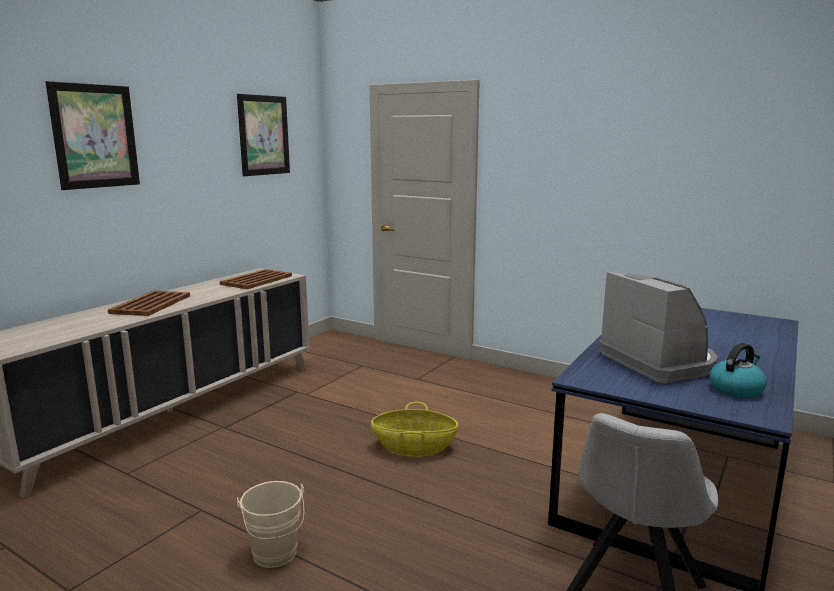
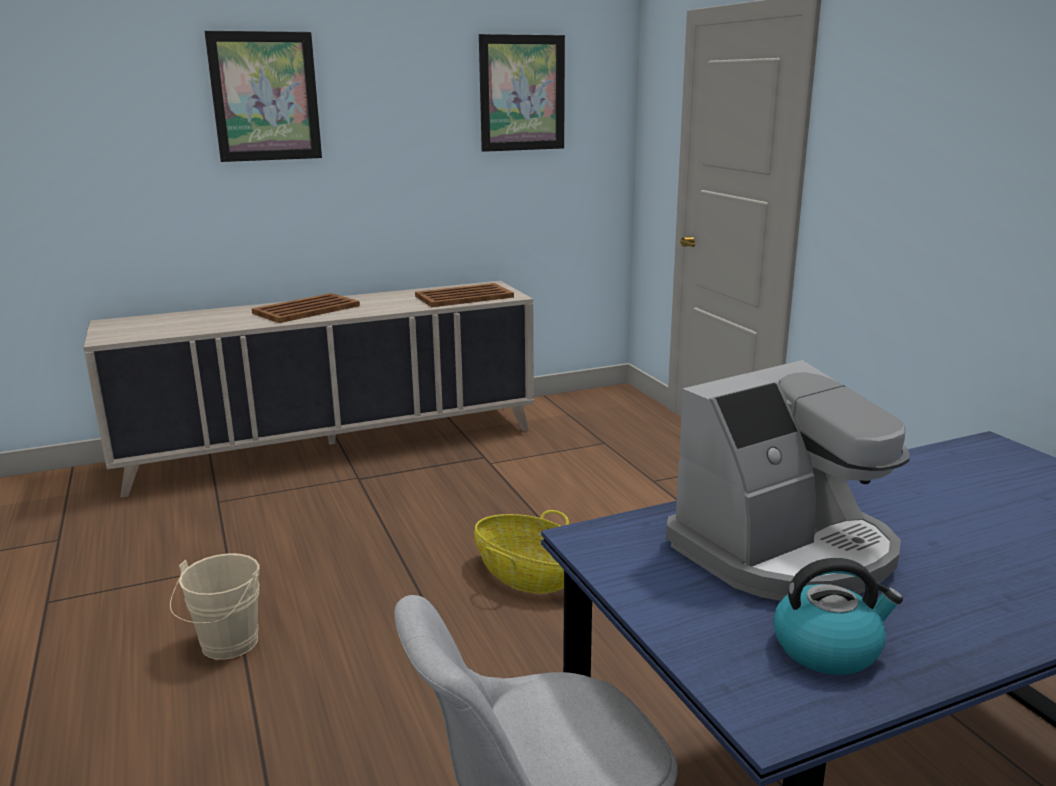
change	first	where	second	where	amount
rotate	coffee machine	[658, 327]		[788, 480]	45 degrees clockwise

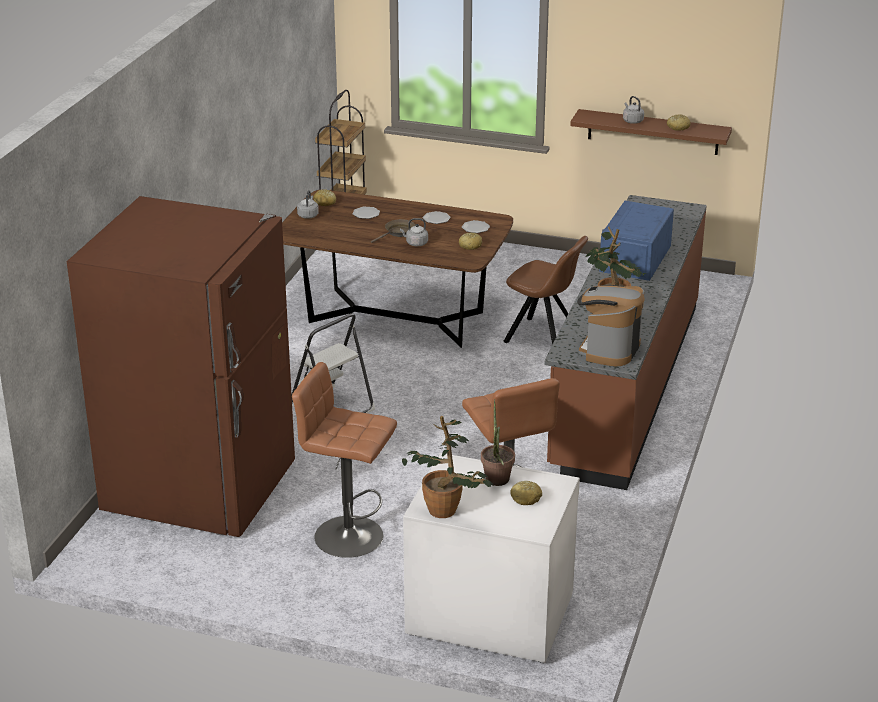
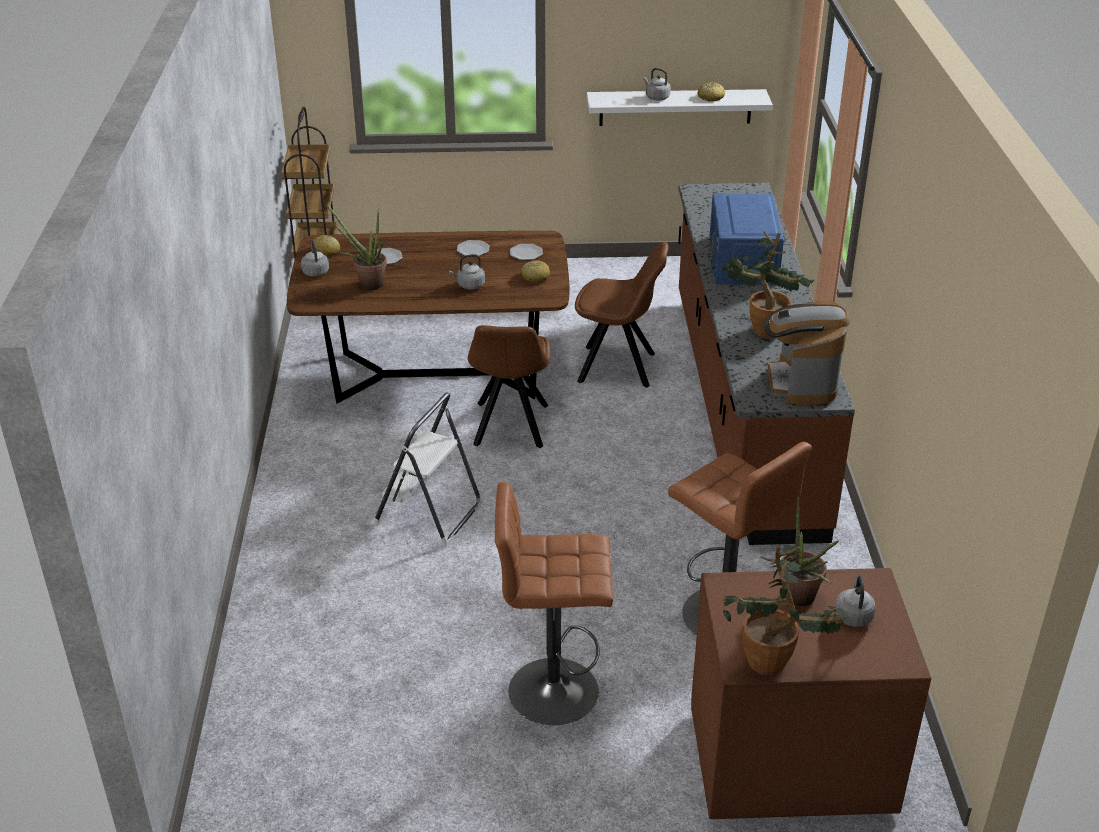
change	first	where	second	where	amount
delete	brown fridge	[181, 366]			
delete	brown frying pan	[393, 231]			
recolor	white washing machine	[491, 558]	brown washing machine	[811, 693]	
replace	bread	[526, 493]	grey kettle	[855, 601]	
recolor	brown shelf	[651, 132]	white shelf	[680, 107]	
insert			potted plant	[356, 247]	
insert			brown chair	[509, 386]	

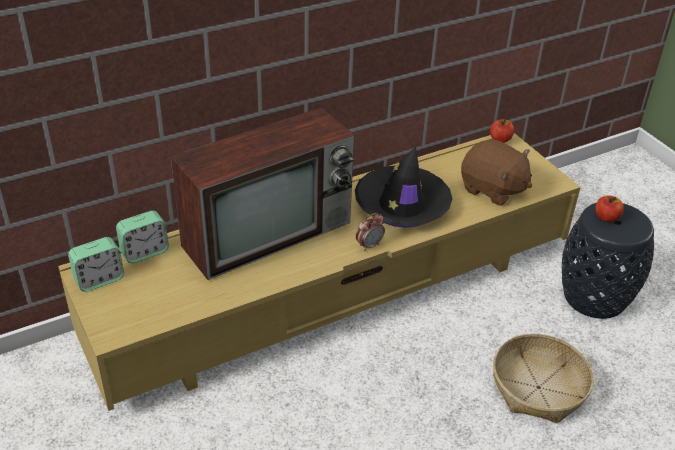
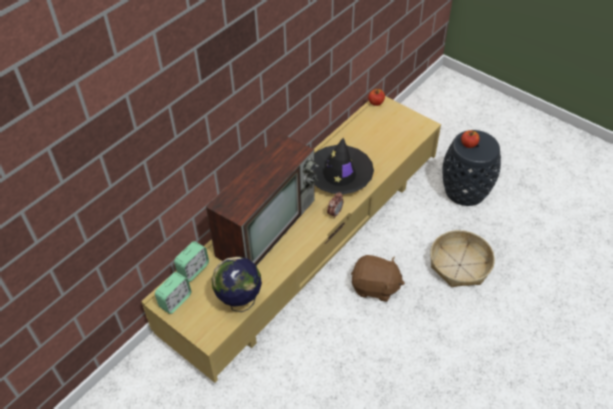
change	first	where	second	where	amount
move	brown plush toy	[496, 172]		[378, 278]	
insert			globe	[237, 284]	

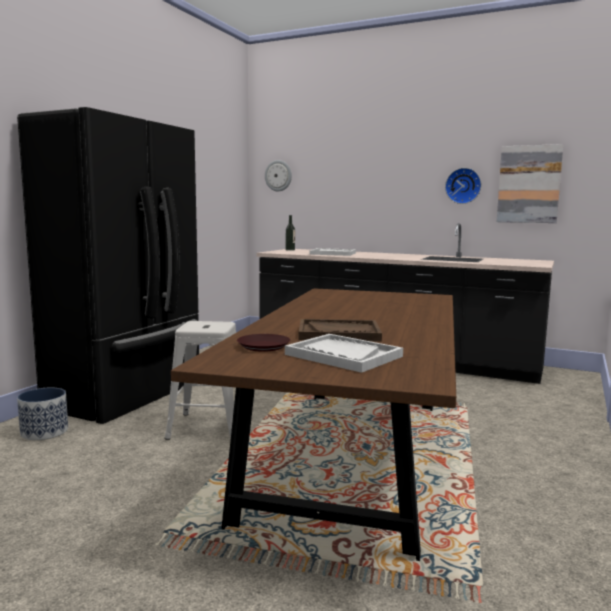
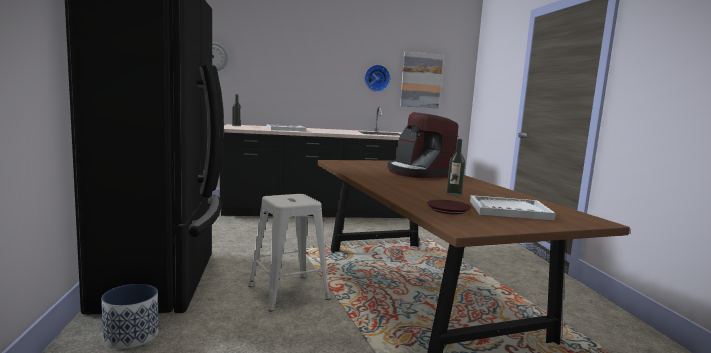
change	first	where	second	where	amount
replace	brown tray	[340, 330]	bottle	[456, 167]	
insert			coffee machine	[422, 145]	

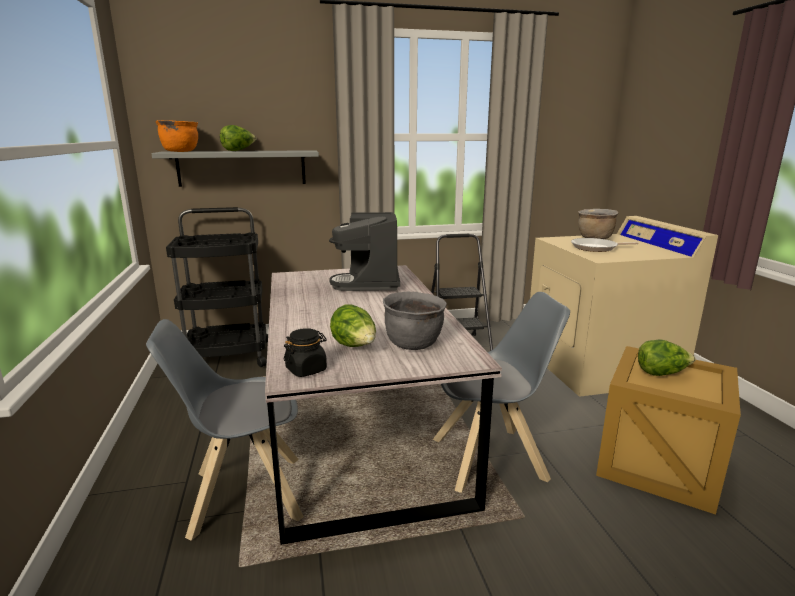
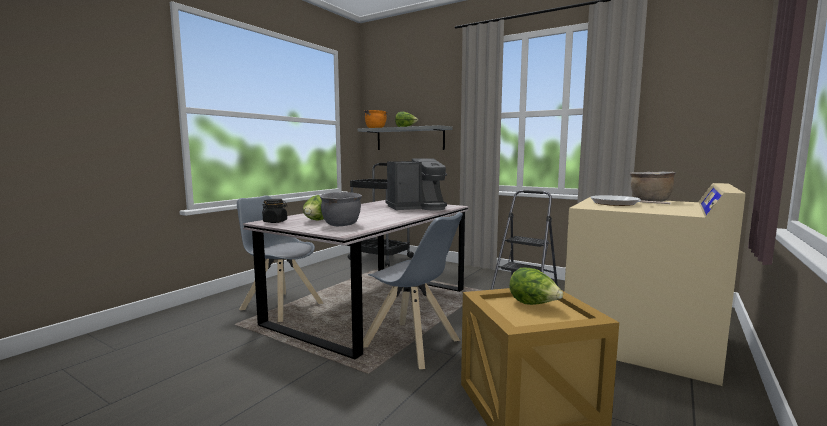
change	first	where	second	where	amount
rotate	coffee machine	[364, 251]		[416, 184]	150 degrees counterclockwise

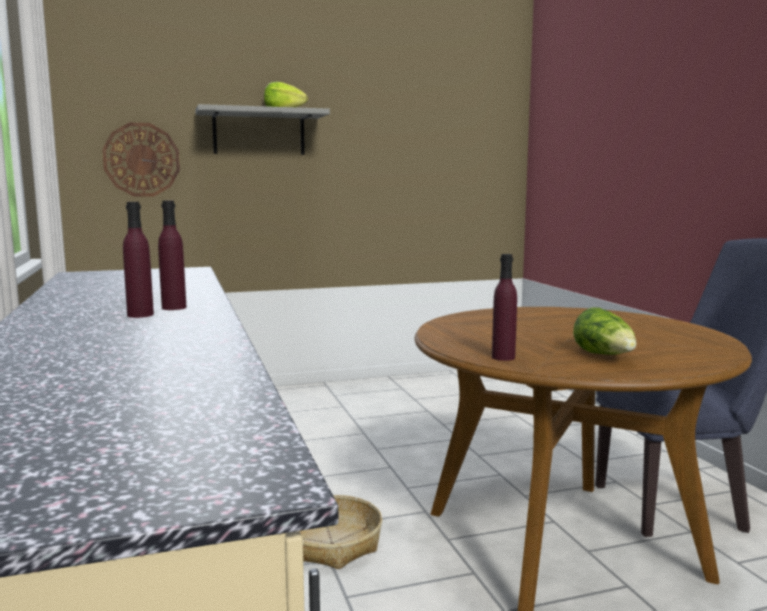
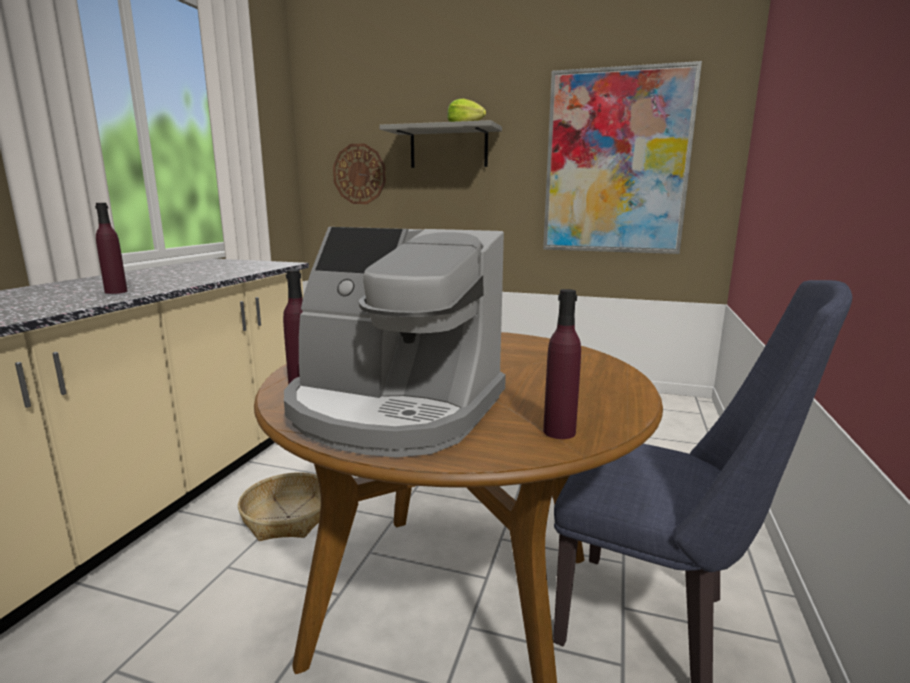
change	first	where	second	where	amount
move	purple bottle	[138, 260]		[562, 364]	
replace	lettuce	[605, 331]	coffee machine	[395, 342]	
insert			picture	[622, 157]	

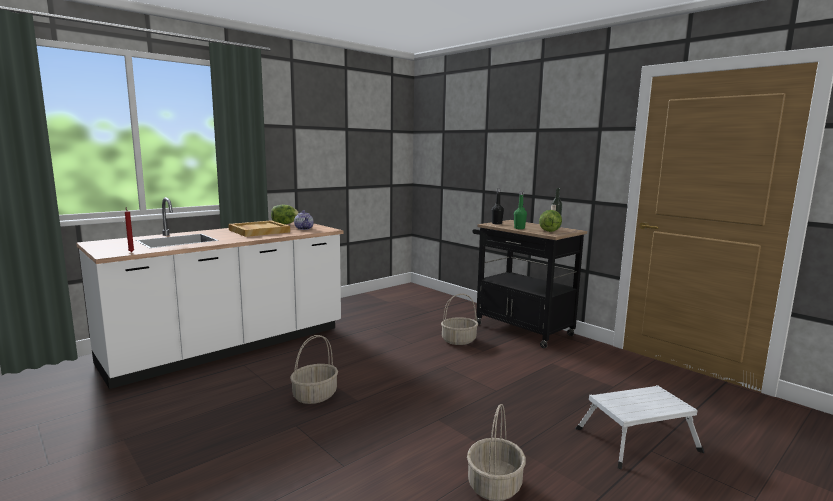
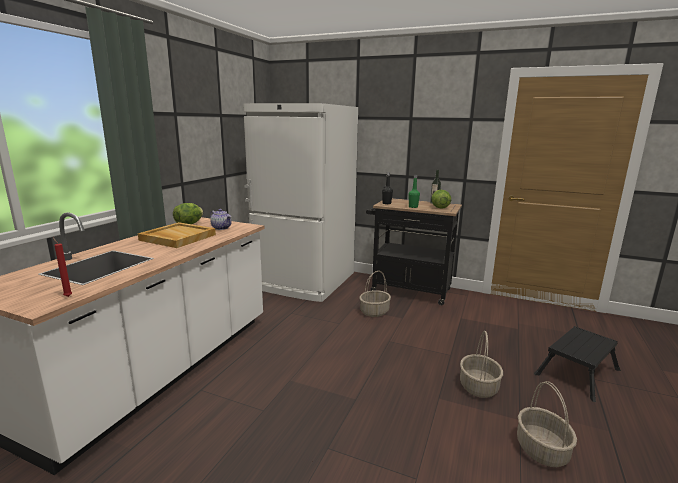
change	first	where	second	where	amount
move	basket	[314, 369]		[481, 364]	
recolor	white step ladder	[639, 427]	black step ladder	[577, 364]	
insert			white fridge	[300, 202]	

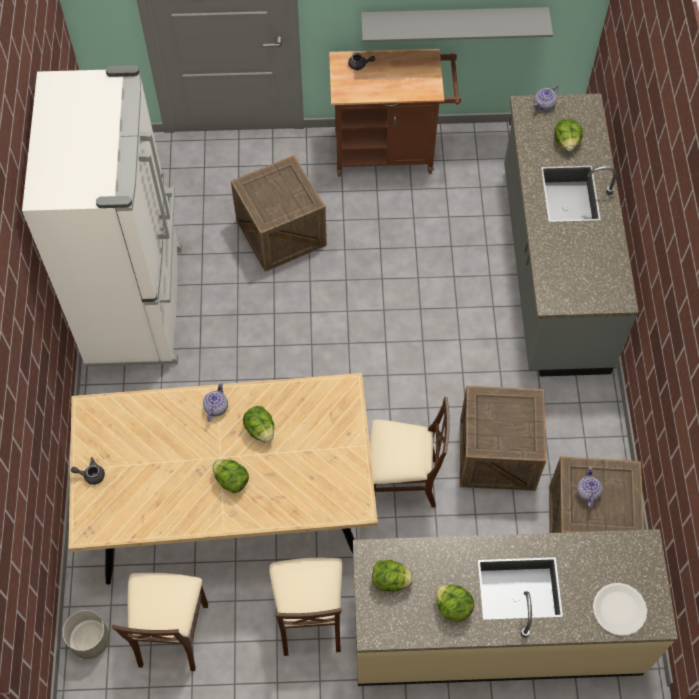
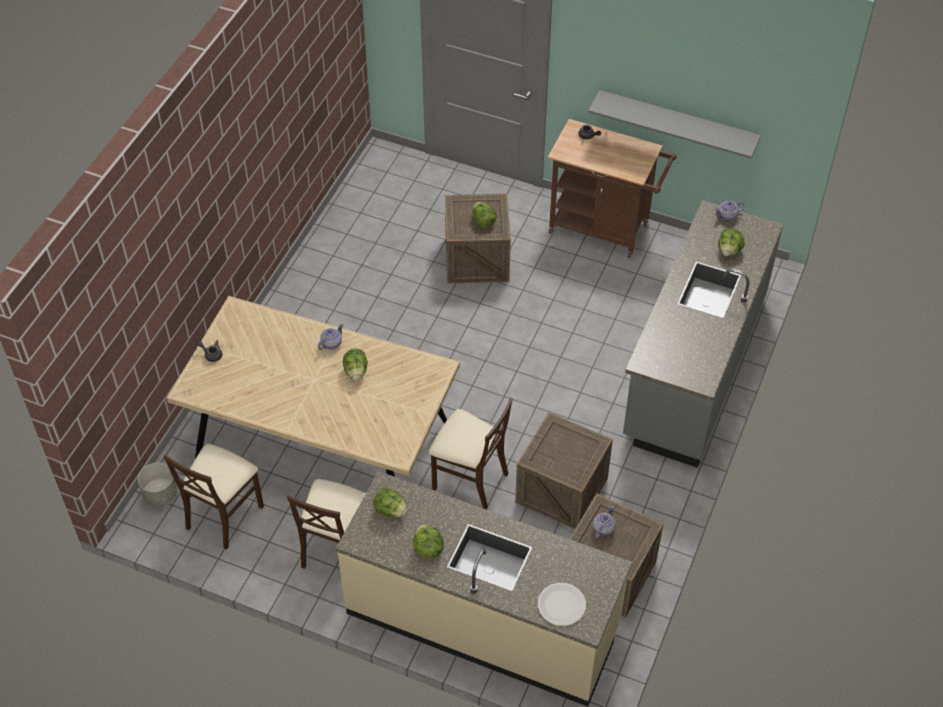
change	first	where	second	where	amount
delete	white fridge	[102, 216]			
move	lettuce	[230, 476]		[484, 215]	

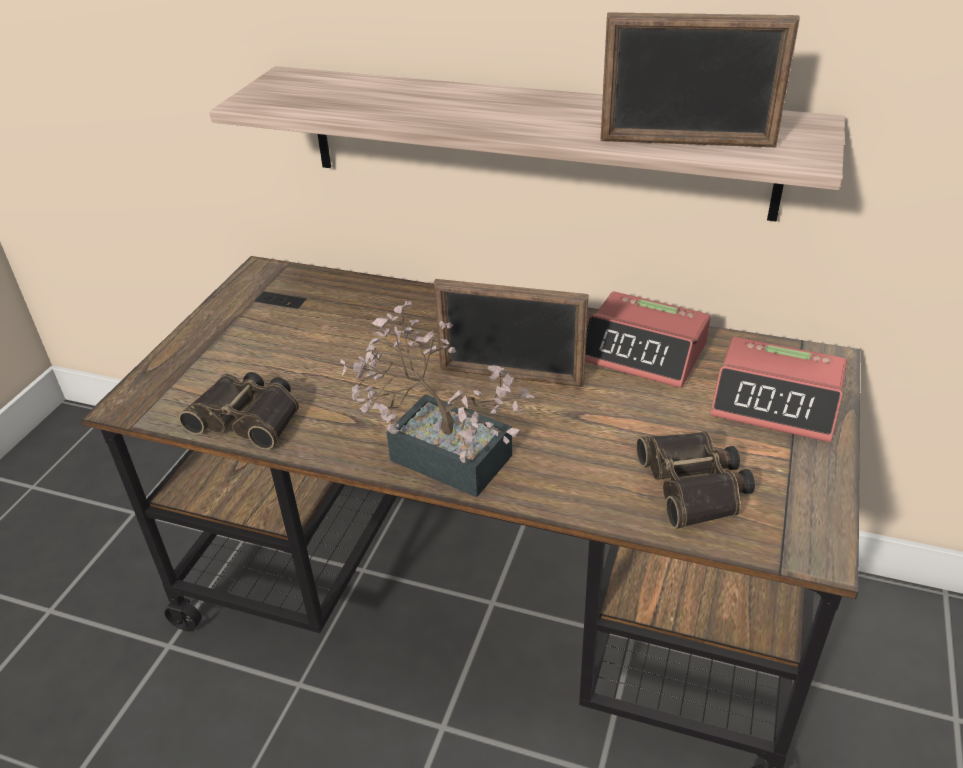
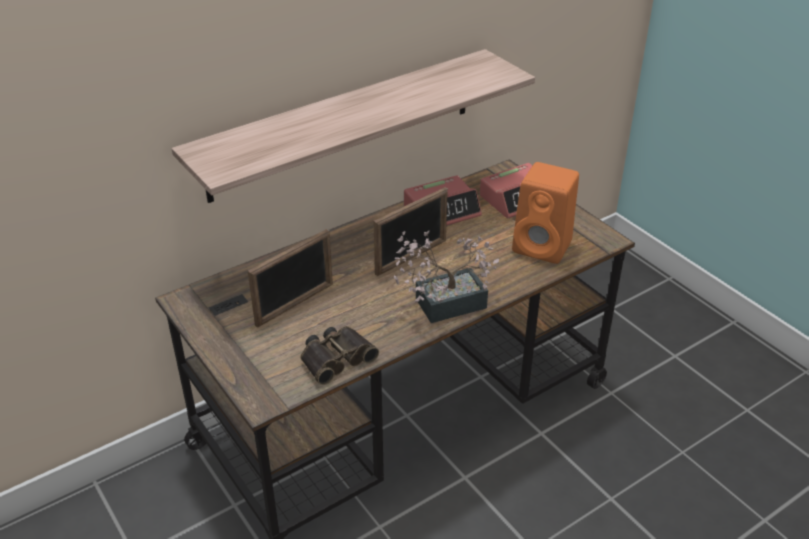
change	first	where	second	where	amount
move	picture frame	[700, 79]		[290, 278]	
replace	binoculars	[695, 480]	orange speaker	[545, 213]	

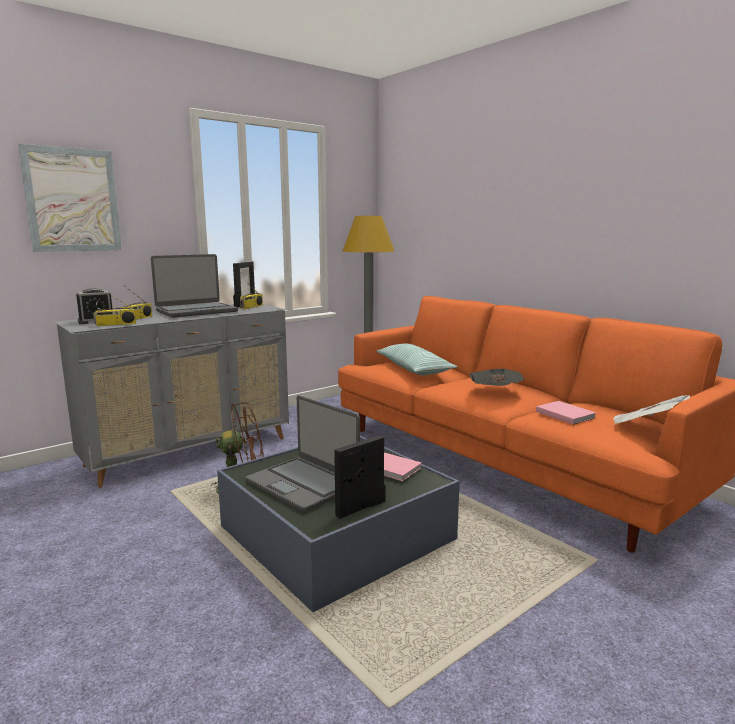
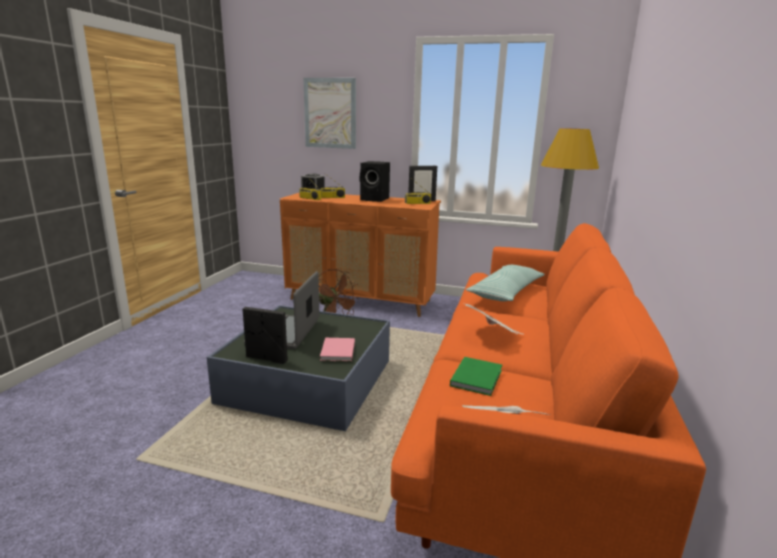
change	first	where	second	where	amount
recolor	grey cabinet	[172, 396]	orange cabinet	[360, 255]	
replace	laptop	[194, 286]	black speaker	[375, 181]	
recolor	pink book	[566, 413]	green book	[476, 376]	

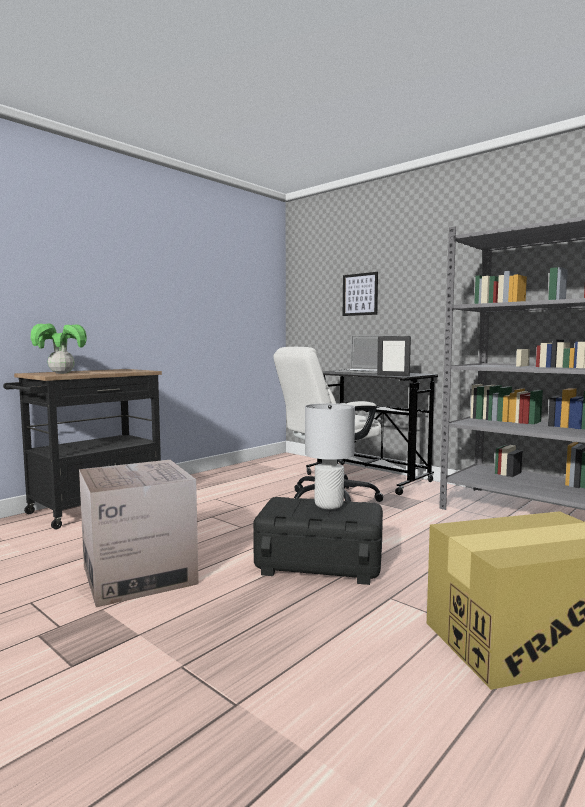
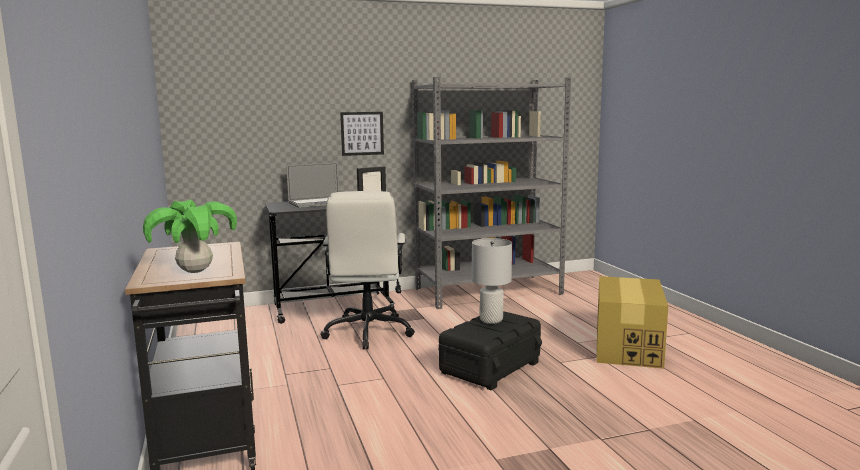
change	first	where	second	where	amount
delete	cardboard box	[139, 533]			
move	picture	[360, 294]		[362, 134]	

